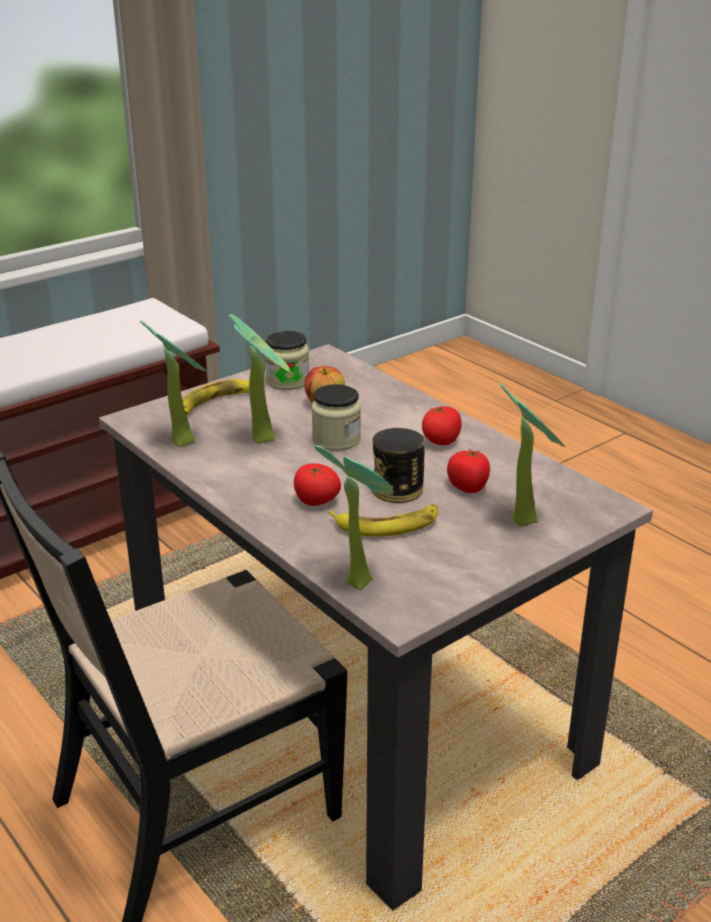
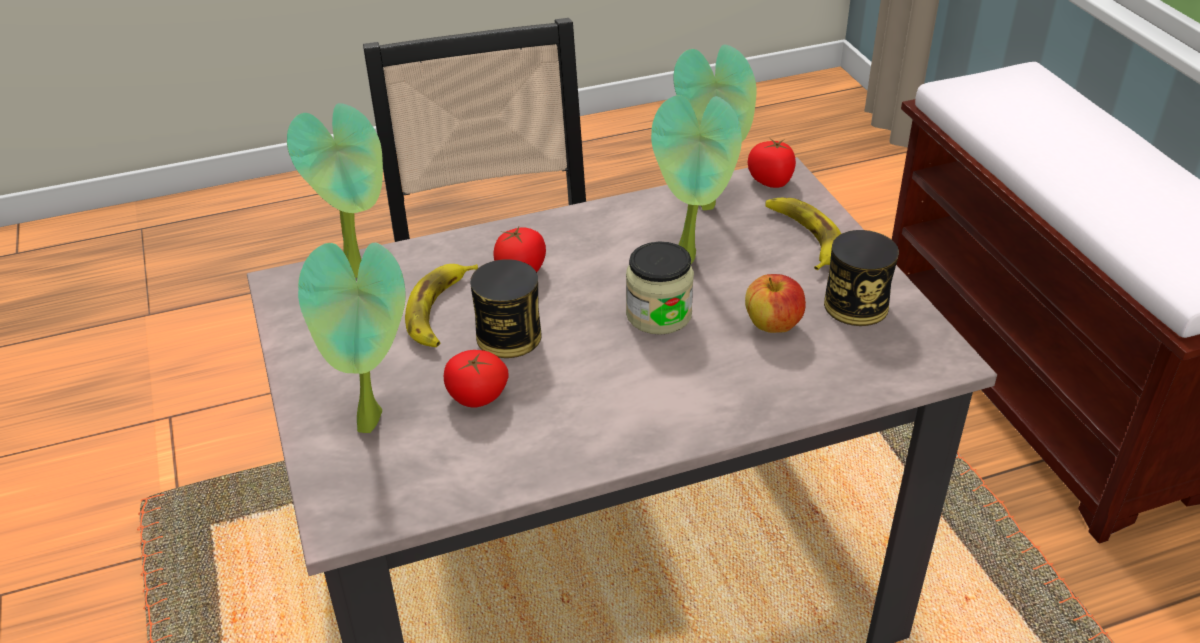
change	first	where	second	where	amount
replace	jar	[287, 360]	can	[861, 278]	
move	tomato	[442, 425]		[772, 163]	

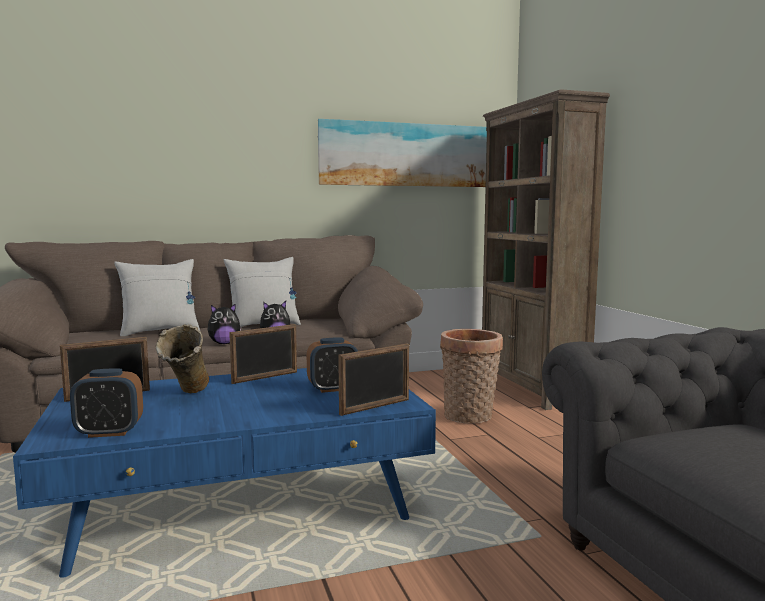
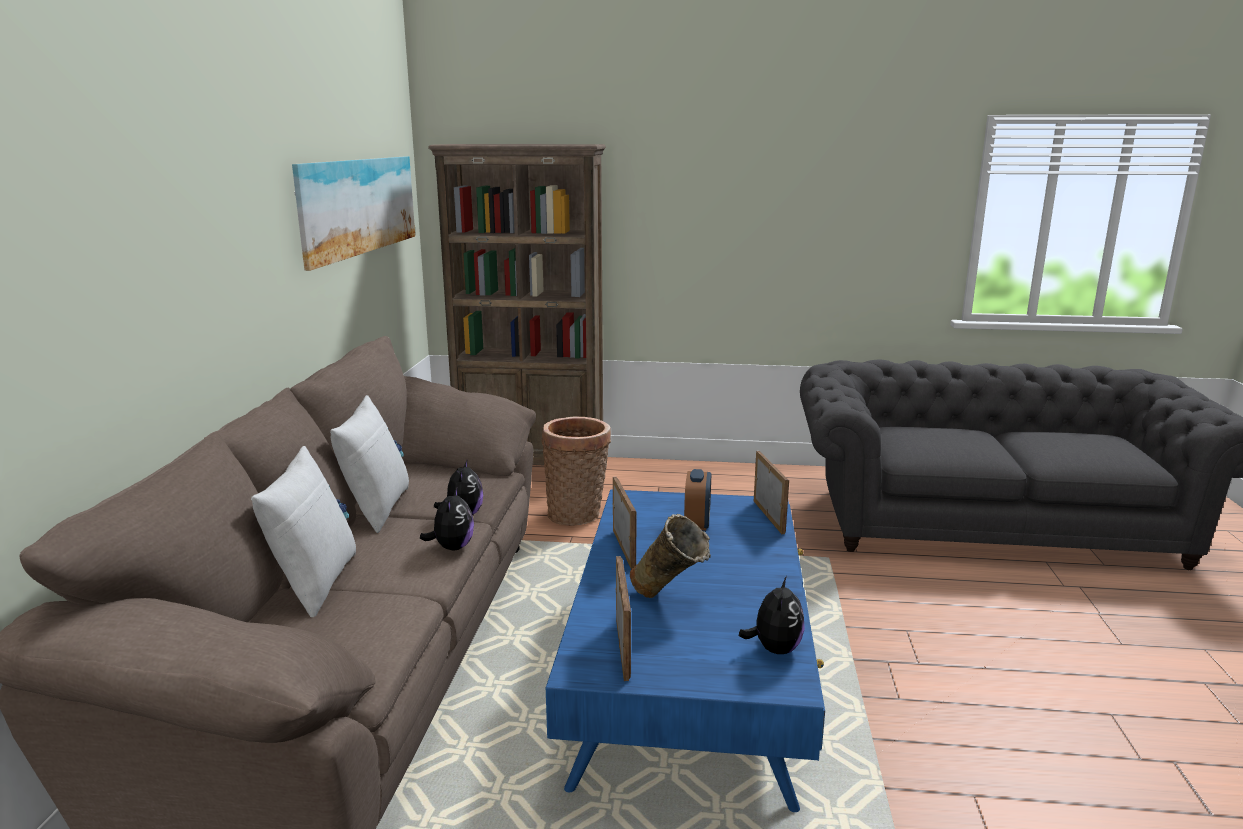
change	first	where	second	where	amount
replace	alarm clock	[106, 403]	plush toy	[772, 615]	

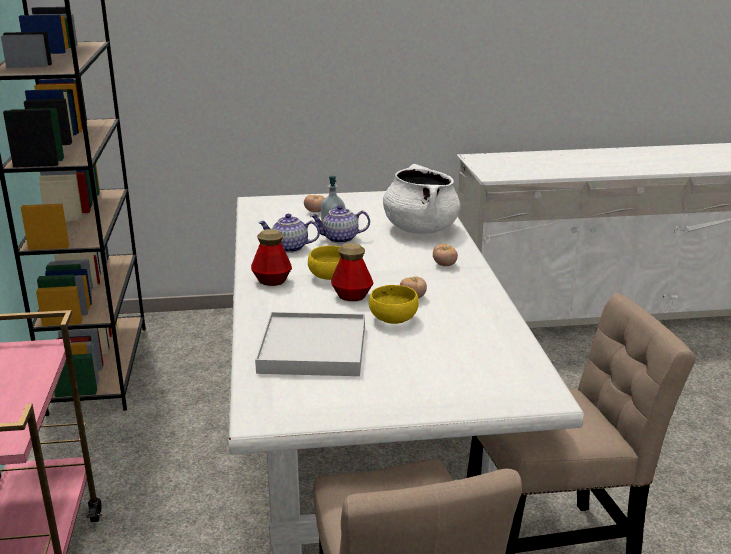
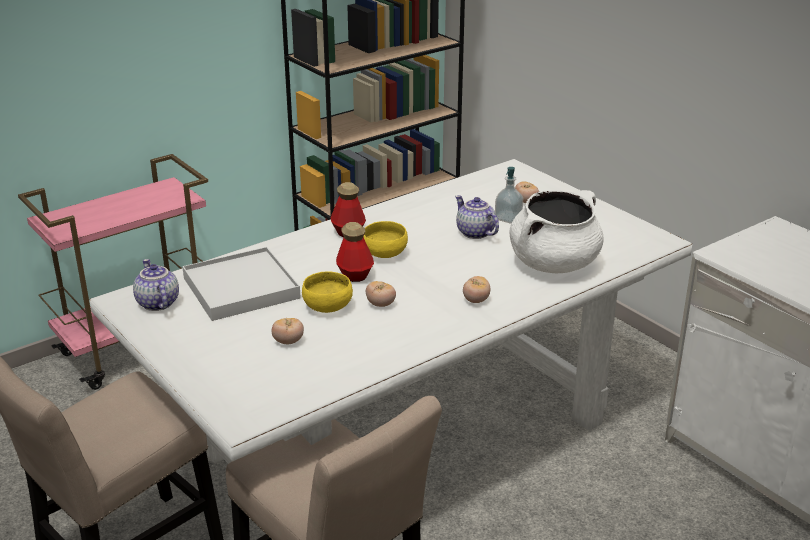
change	first	where	second	where	amount
move	teapot	[289, 233]		[156, 285]	
insert			tomato	[287, 331]	

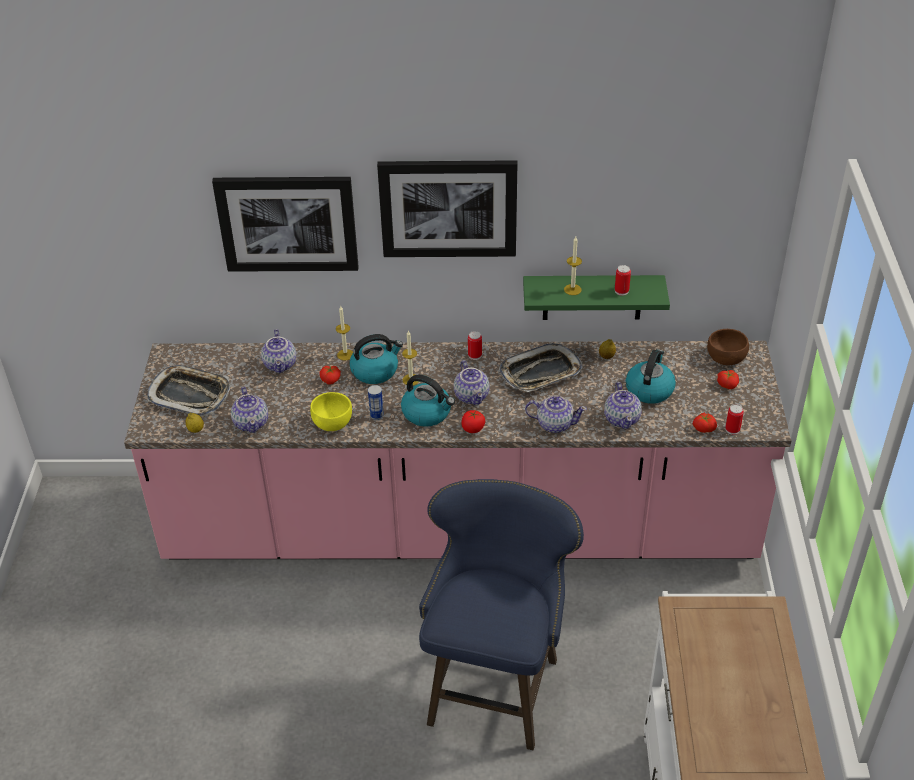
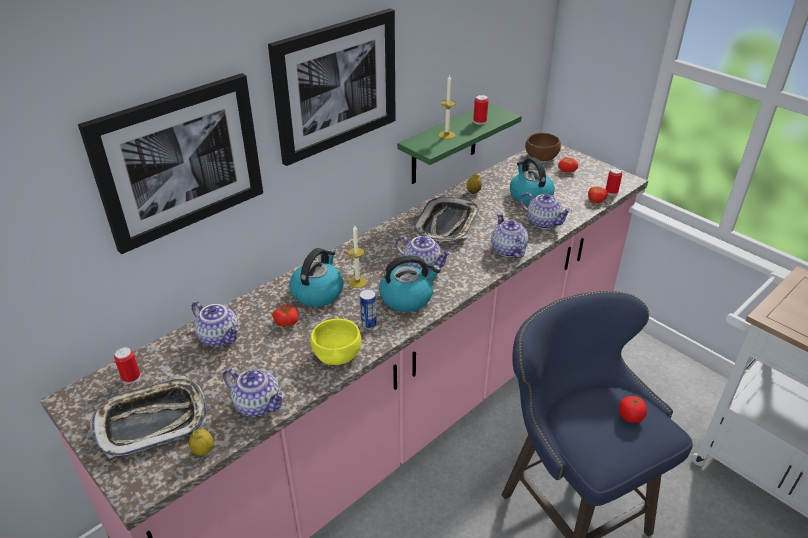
change	first	where	second	where	amount
delete	candle	[344, 333]			
move	tomato	[473, 421]		[633, 409]	
move	can	[475, 345]		[127, 365]	
rotate	teapot	[556, 414]		[509, 235]	75 degrees counterclockwise

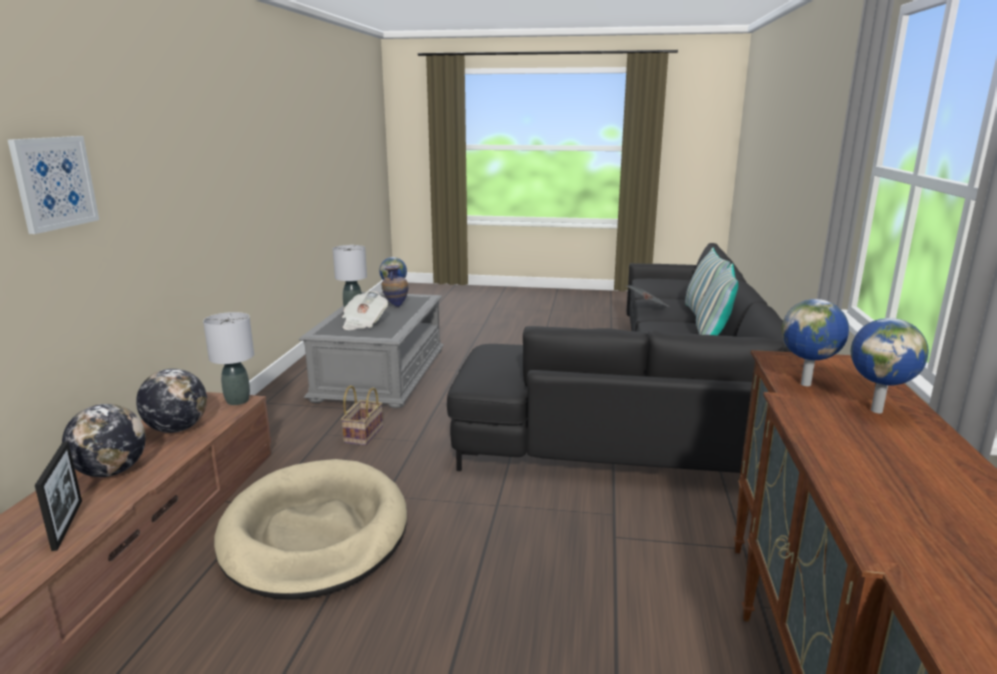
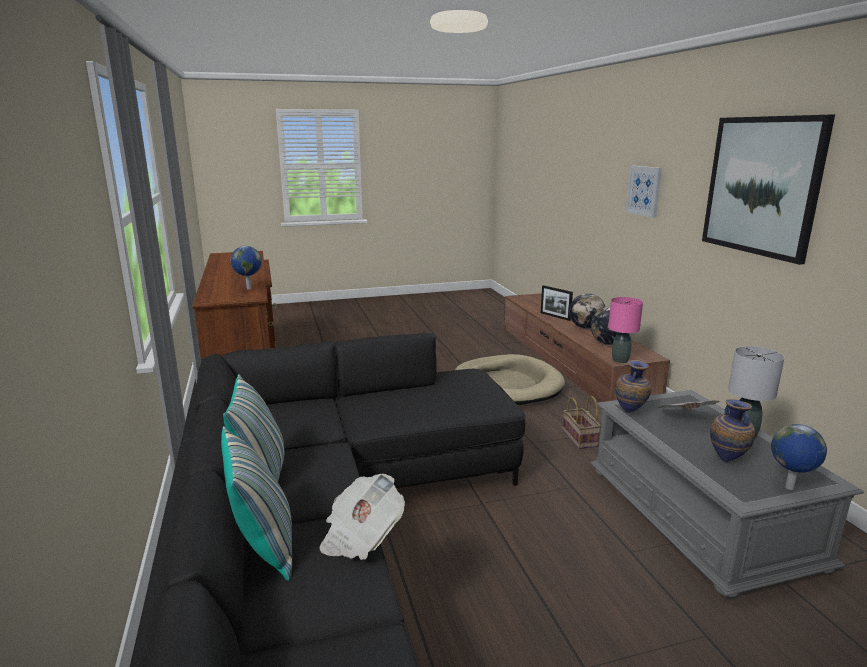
change	first	where	second	where	amount
recolor	grey table lamp	[228, 358]	pink table lamp	[625, 330]	
delete	globe	[890, 365]			
insert			vase	[633, 386]	
insert			picture	[768, 190]	

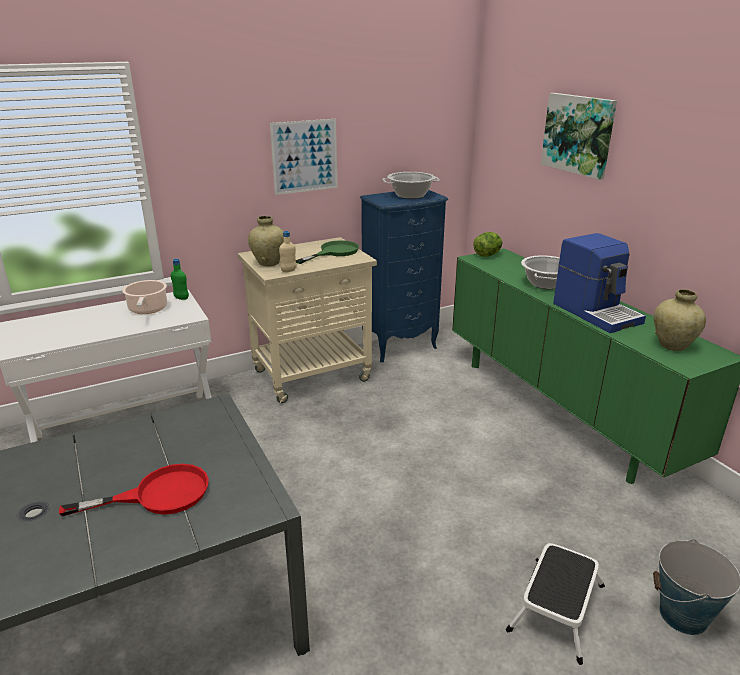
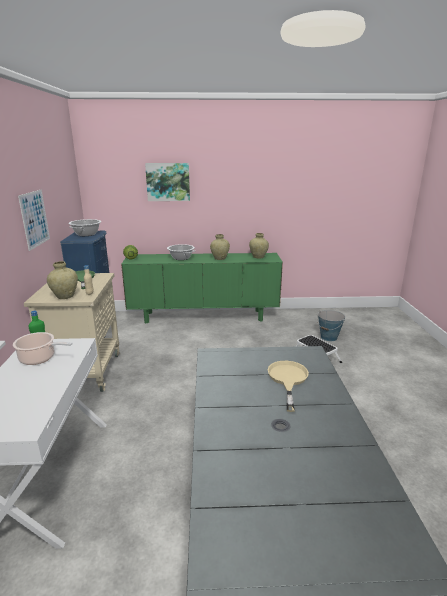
change	first	where	second	where	amount
recolor	red frying pan	[134, 490]	beige frying pan	[288, 386]	
replace	coffee machine	[599, 283]	beige vase	[220, 247]	

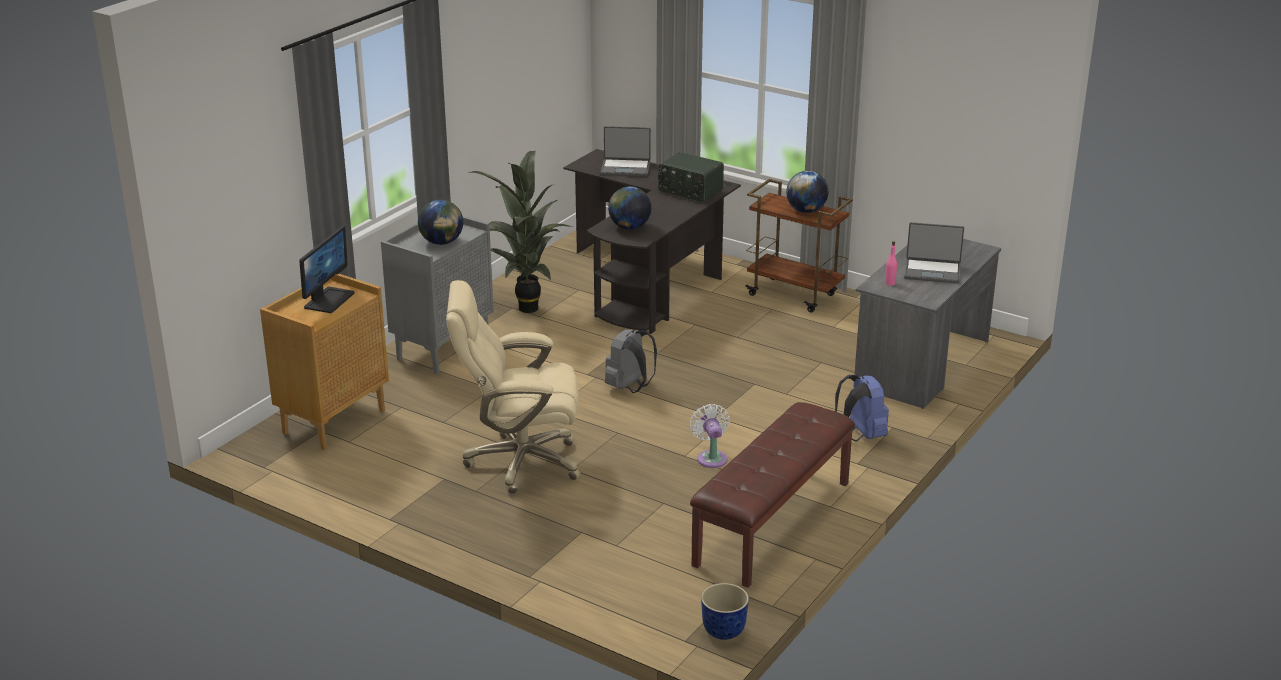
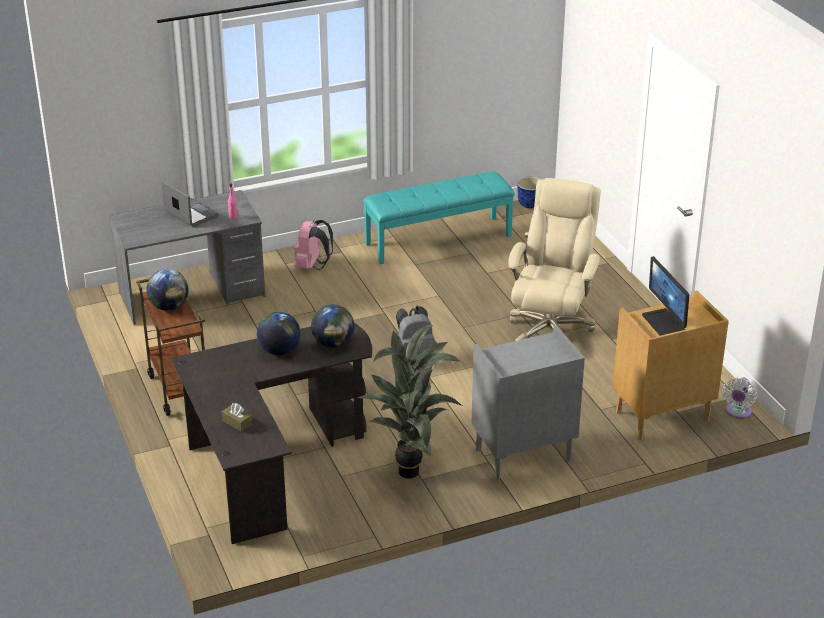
change	first	where	second	where	amount
rotate	monitor	[327, 269]		[665, 296]	75 degrees counterclockwise
move	globe	[440, 222]		[279, 333]	
rotate	beige office chair	[513, 387]		[554, 259]	105 degrees counterclockwise
replace	laptop	[625, 151]	brown tissue box	[237, 417]	
delete	radio	[691, 177]			
recolor	brown bench	[772, 495]	turquoise bench	[439, 218]	
move	white fan	[710, 436]		[739, 398]	
recolor	blue backpack	[862, 408]	pink backpack	[313, 245]	

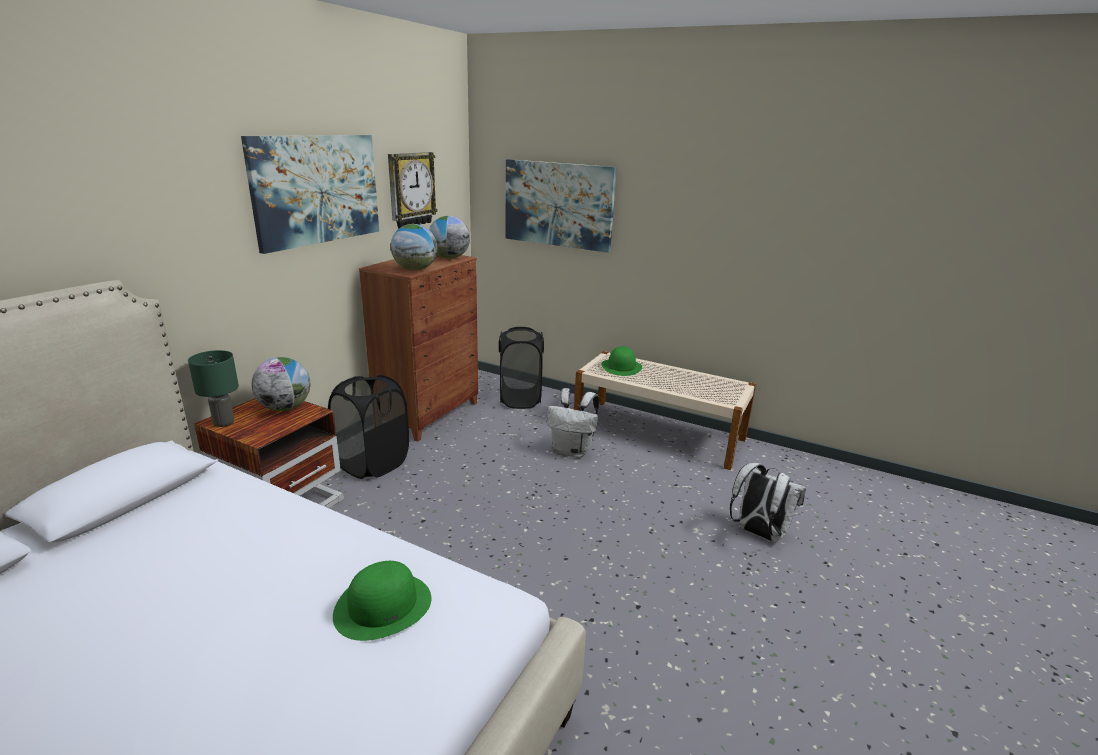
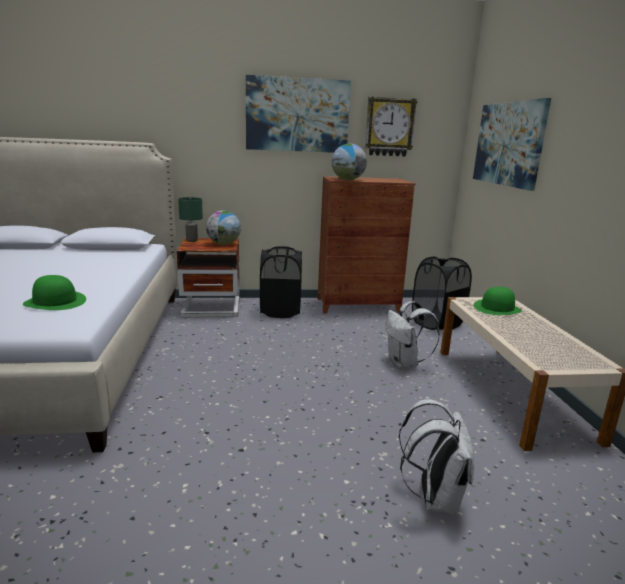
change	first	where	second	where	amount
delete	globe	[449, 237]			

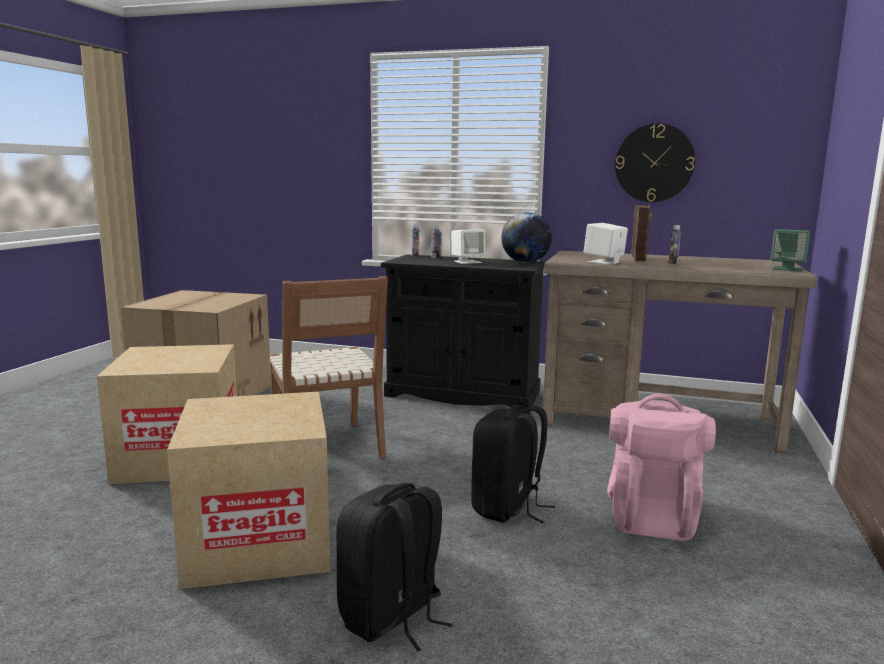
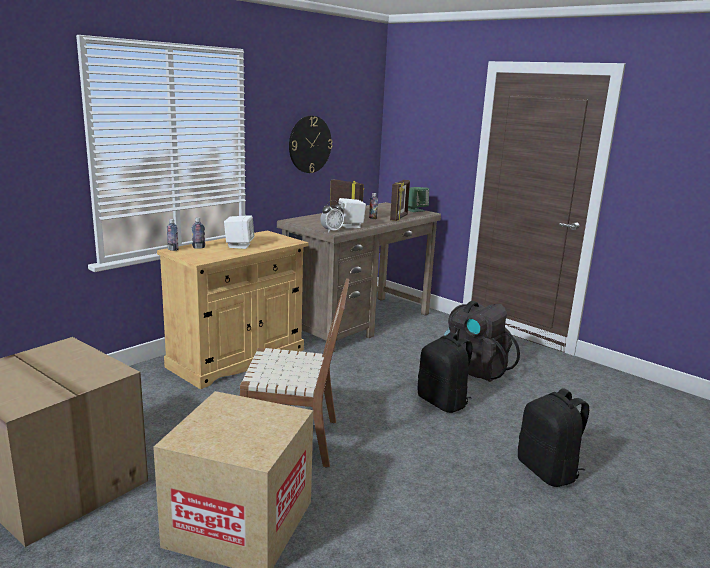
change	first	where	second	where	amount
delete	cardboard box	[248, 490]			
recolor	black cabinet	[464, 331]	beige cabinet	[232, 309]	
delete	globe	[526, 237]			
recolor	pink backpack	[661, 467]	black backpack	[482, 341]	
insert			alarm clock	[332, 217]	
insert			picture frame	[400, 200]	

